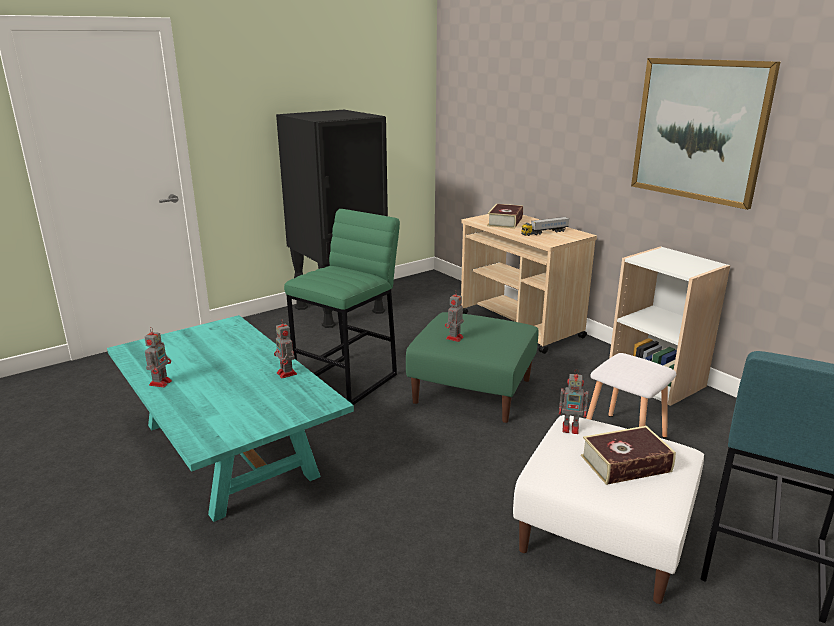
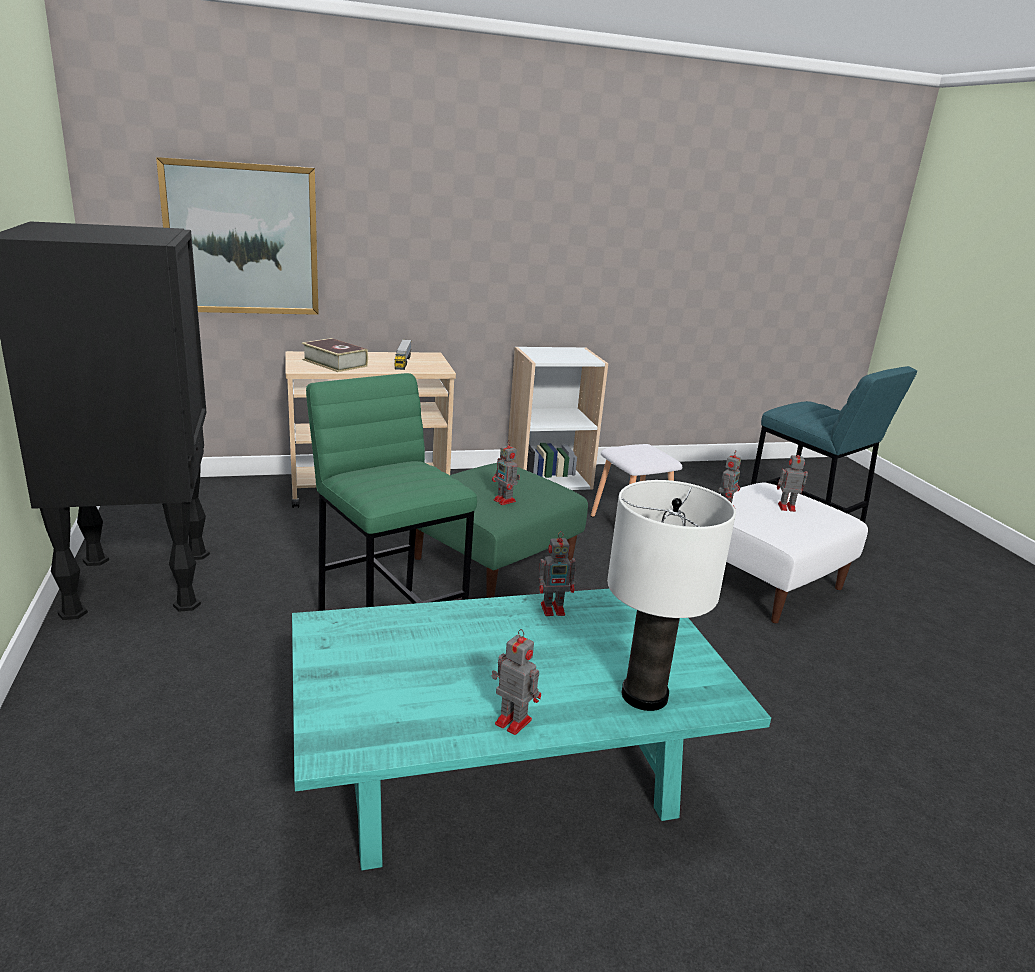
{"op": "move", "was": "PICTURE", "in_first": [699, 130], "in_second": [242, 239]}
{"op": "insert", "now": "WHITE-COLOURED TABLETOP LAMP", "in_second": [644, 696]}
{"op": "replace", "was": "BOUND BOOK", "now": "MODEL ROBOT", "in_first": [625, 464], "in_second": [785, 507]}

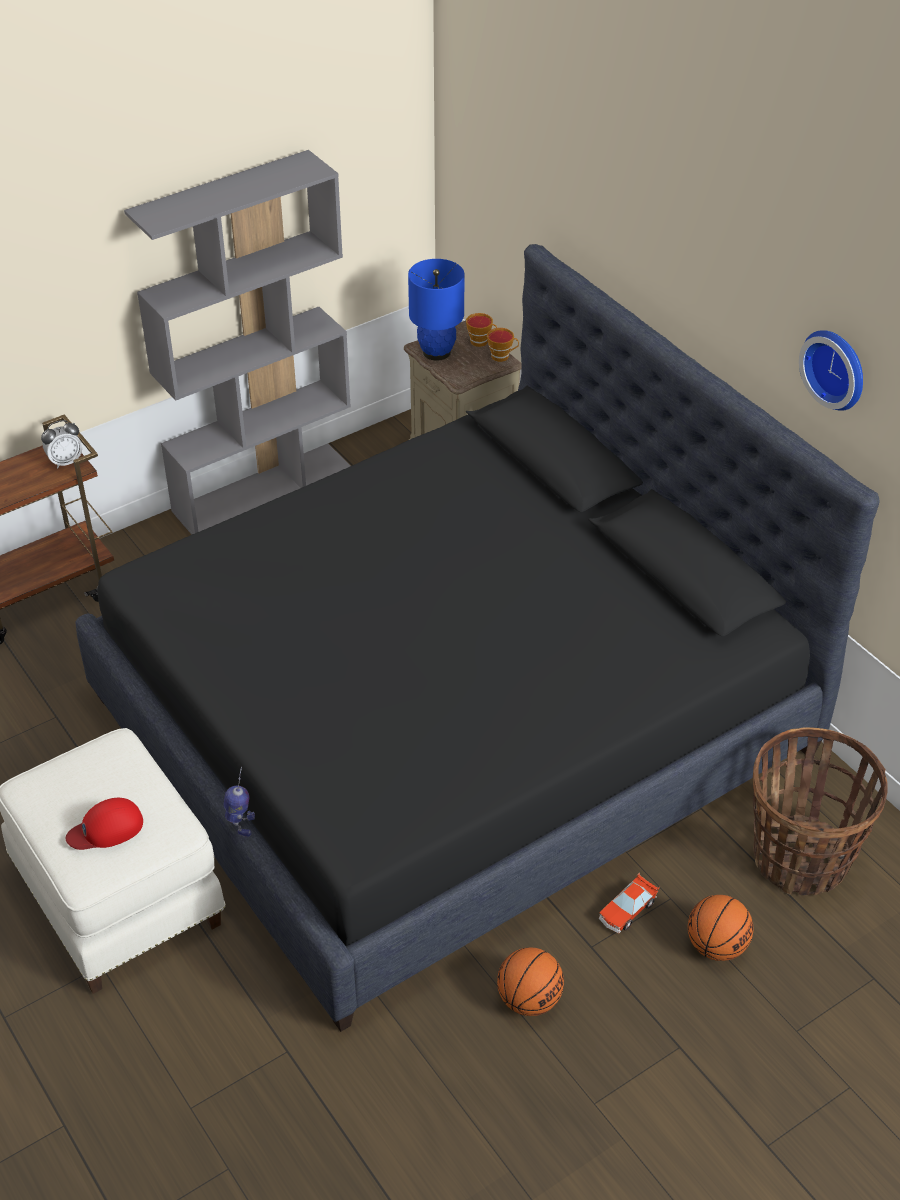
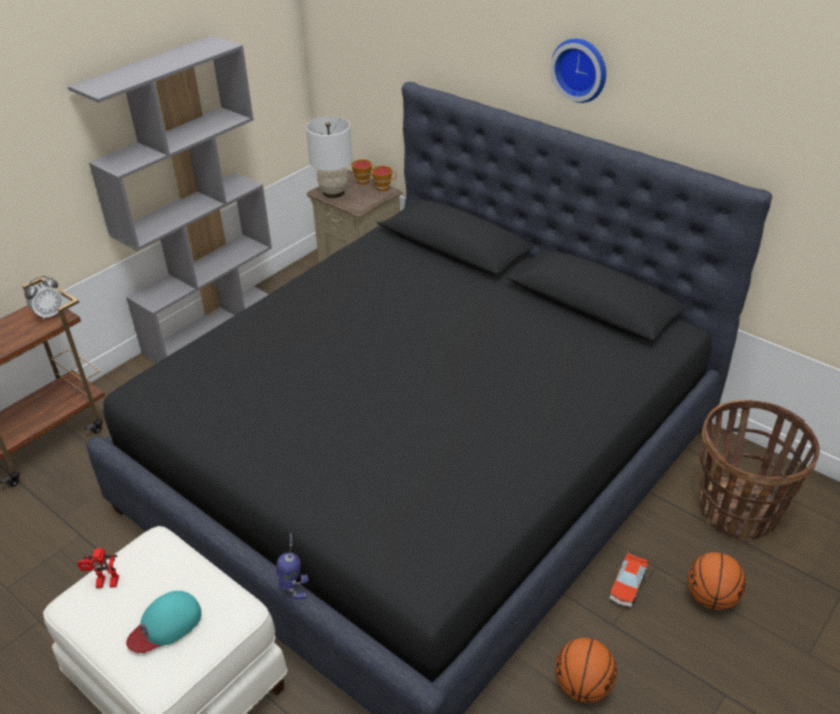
{"op": "insert", "now": "MODEL ROBOT", "in_second": [105, 584]}
{"op": "recolor", "was": "RED BASEBALL CAP", "now": "TURQUOISE-COLOURED BASEBALL CAP", "in_first": [106, 829], "in_second": [165, 625]}
{"op": "recolor", "was": "BLUE TABLETOP LAMP", "now": "WHITE-COLOURED TABLETOP LAMP", "in_first": [437, 352], "in_second": [334, 192]}
{"op": "move", "was": "CLOCK ON THE WALL", "in_first": [837, 367], "in_second": [581, 69]}

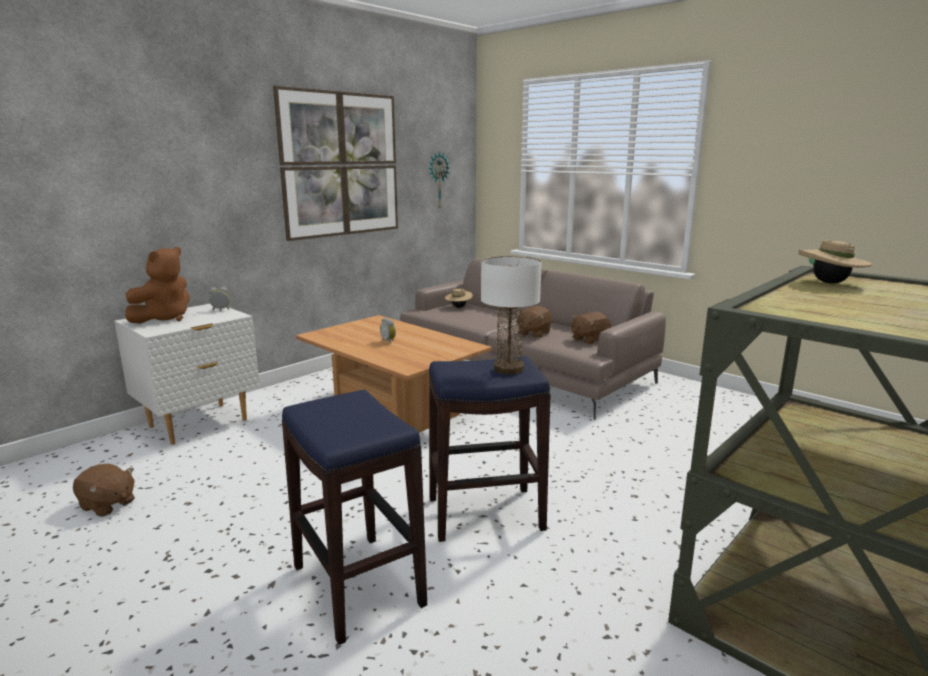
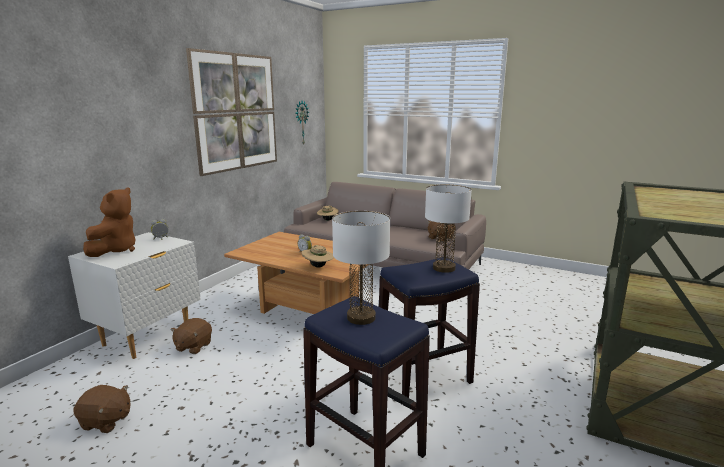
{"op": "move", "was": "BROWN CUDDLY TOY", "in_first": [533, 334], "in_second": [193, 346]}
{"op": "move", "was": "SAND-COLOURED CLOTHING HAT", "in_first": [830, 283], "in_second": [318, 267]}
{"op": "insert", "now": "TABLETOP LAMP", "in_second": [361, 317]}

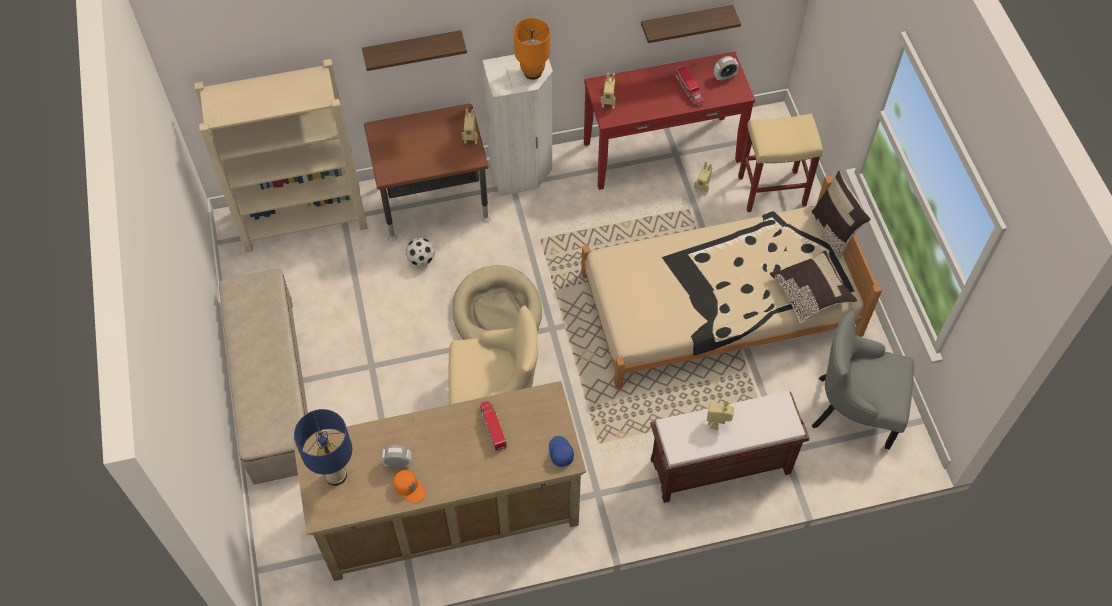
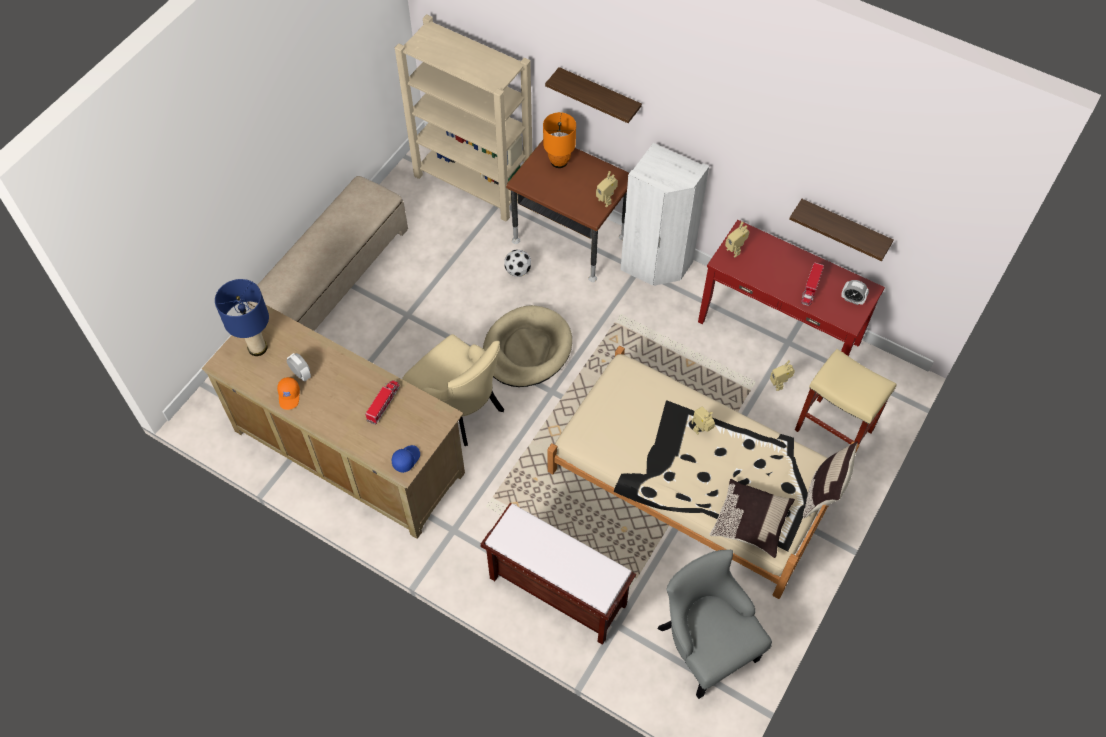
{"op": "move", "was": "ORANGE-COLOURED TABLETOP LAMP", "in_first": [532, 72], "in_second": [559, 161]}
{"op": "move", "was": "MODEL ROBOT", "in_first": [717, 423], "in_second": [701, 430]}

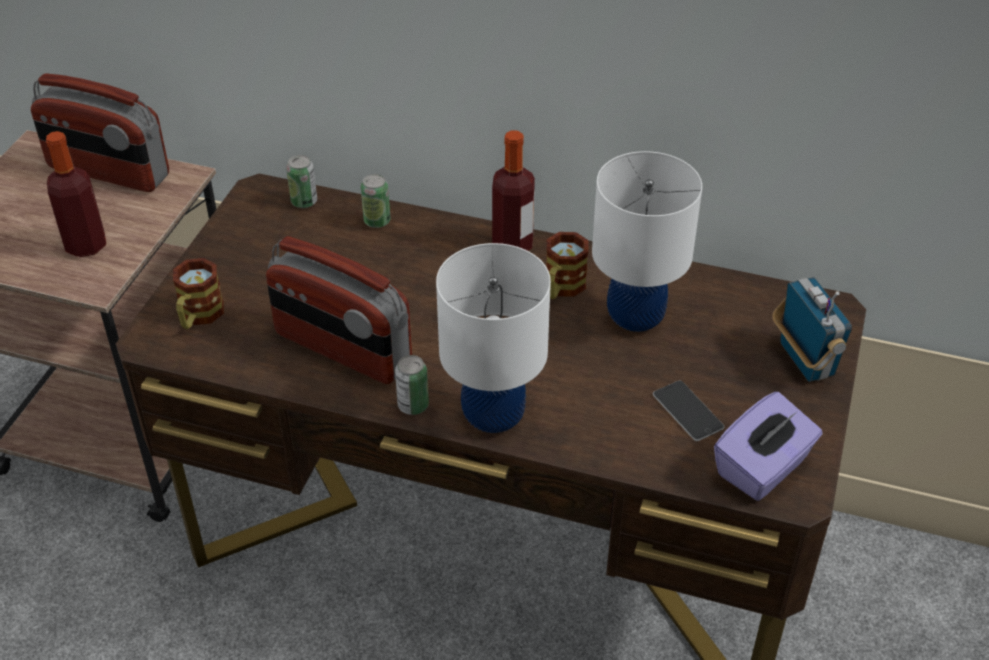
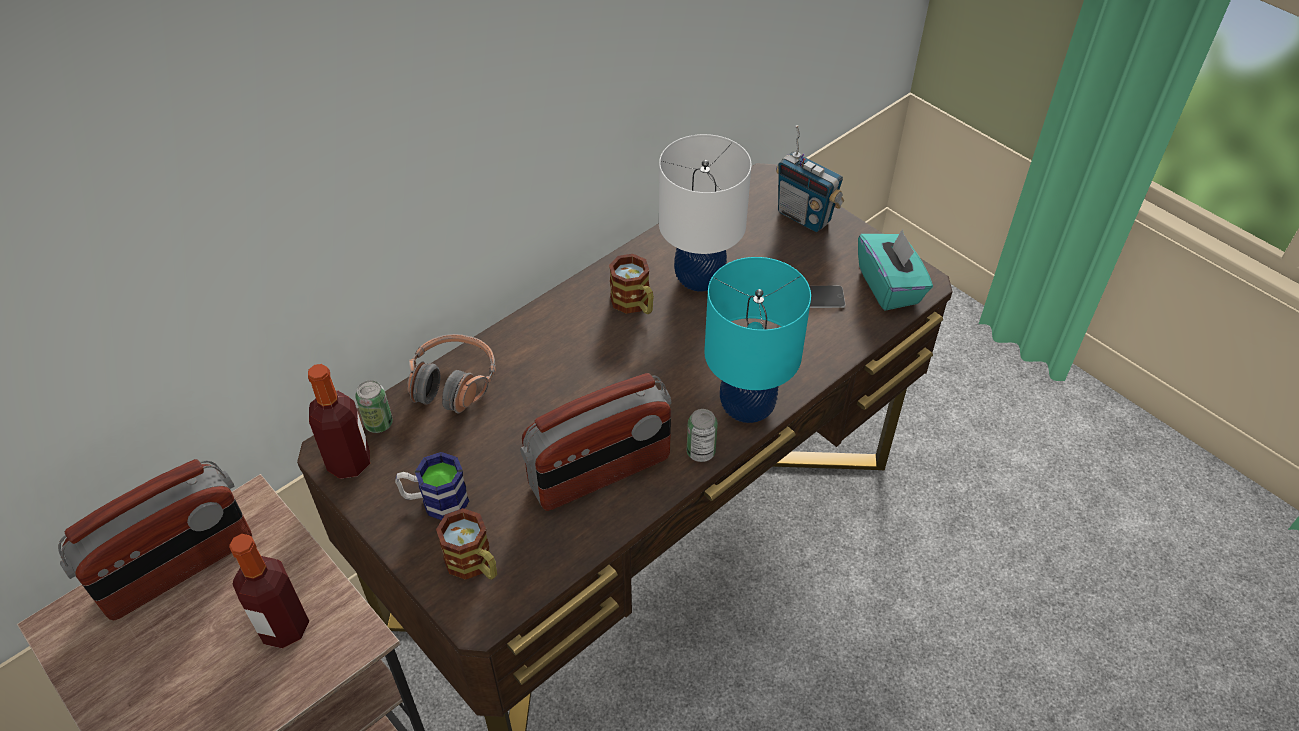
{"op": "move", "was": "DRINK BOTTLE", "in_first": [512, 244], "in_second": [349, 462]}
{"op": "insert", "now": "COFFEE MUG", "in_second": [435, 501]}
{"op": "replace", "was": "SEALED CAN", "now": "HEADSET", "in_first": [377, 221], "in_second": [453, 383]}
{"op": "recolor", "was": "WHITE-COLOURED TABLETOP LAMP", "now": "TURQUOISE-COLOURED TABLETOP LAMP", "in_first": [494, 419], "in_second": [750, 408]}
{"op": "rotate", "was": "RADIO SET", "in_first": [804, 360], "in_second": [804, 216], "clockwise": -150}
{"op": "recolor", "was": "PURPLE-COLOURED TISSUE HOLDER", "now": "TURQUOISE-COLOURED TISSUE HOLDER", "in_first": [763, 468], "in_second": [889, 286]}

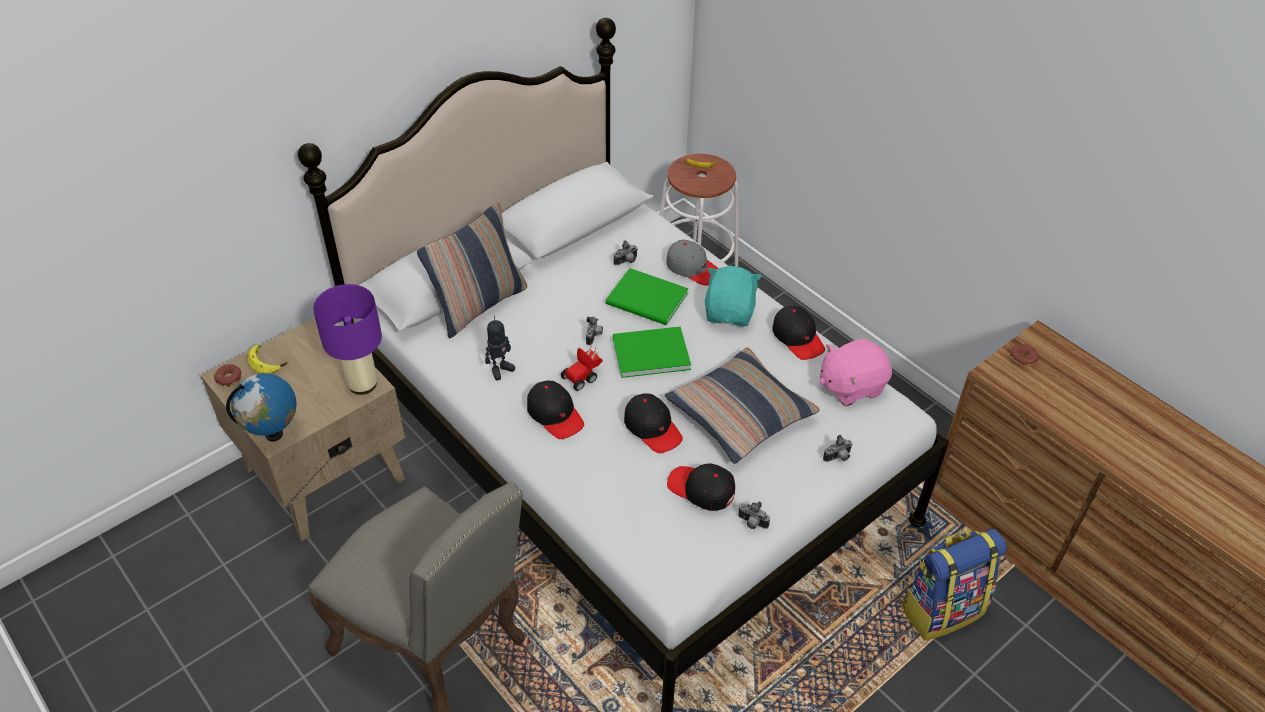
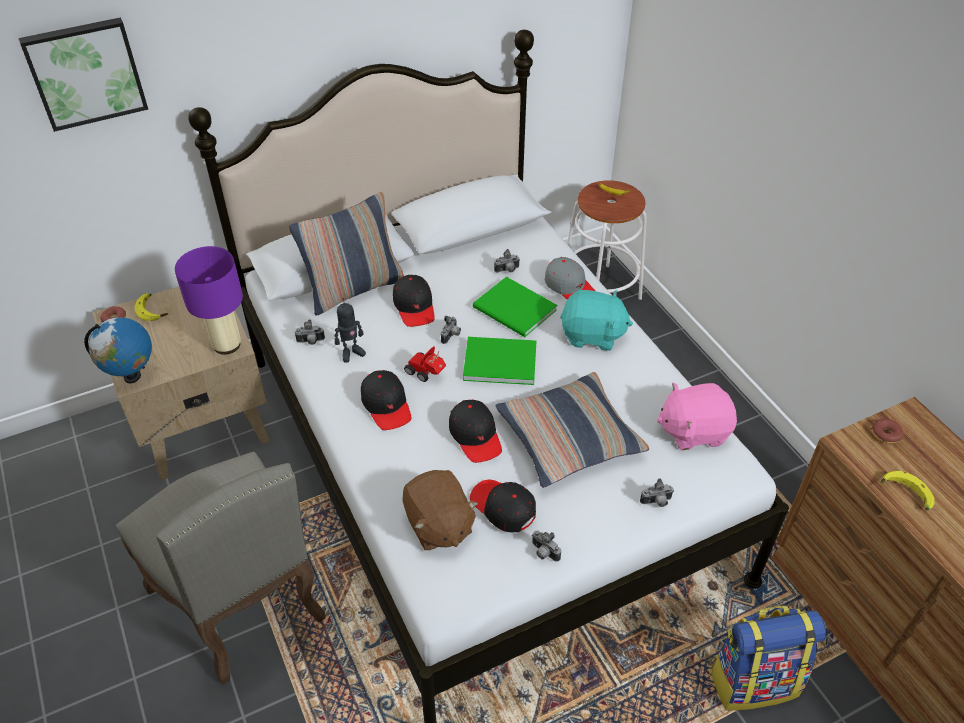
{"op": "insert", "now": "PICTURE", "in_second": [85, 72]}
{"op": "insert", "now": "STILL CAMERA", "in_second": [310, 342]}
{"op": "move", "was": "BLACK BASEBALL CAP", "in_first": [798, 338], "in_second": [414, 306]}
{"op": "insert", "now": "BROWN CUDDLY TOY", "in_second": [438, 525]}
{"op": "rotate", "was": "MODEL CAR", "in_first": [583, 376], "in_second": [427, 373], "clockwise": 60}
{"op": "rotate", "was": "TURQUOISE-COLOURED CUDDLY TOY", "in_first": [730, 312], "in_second": [592, 335], "clockwise": 75}
{"op": "insert", "now": "WHOLE BANANA", "in_second": [904, 495]}

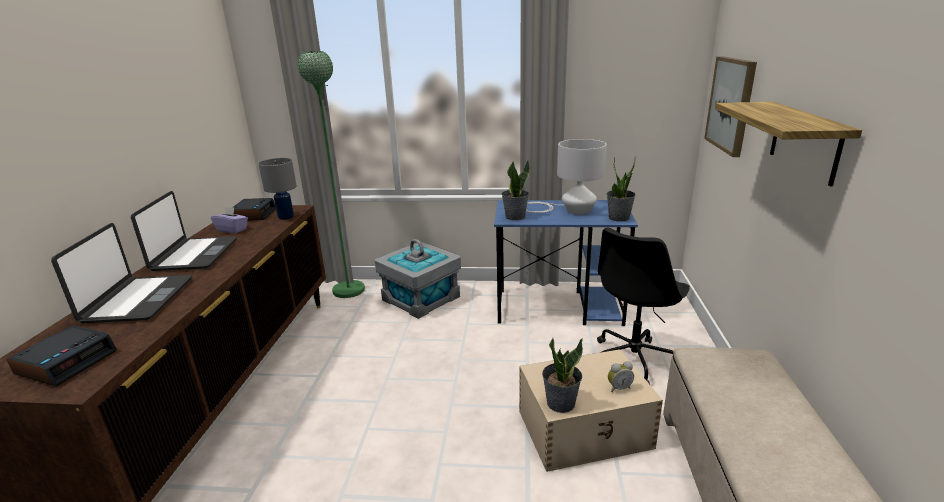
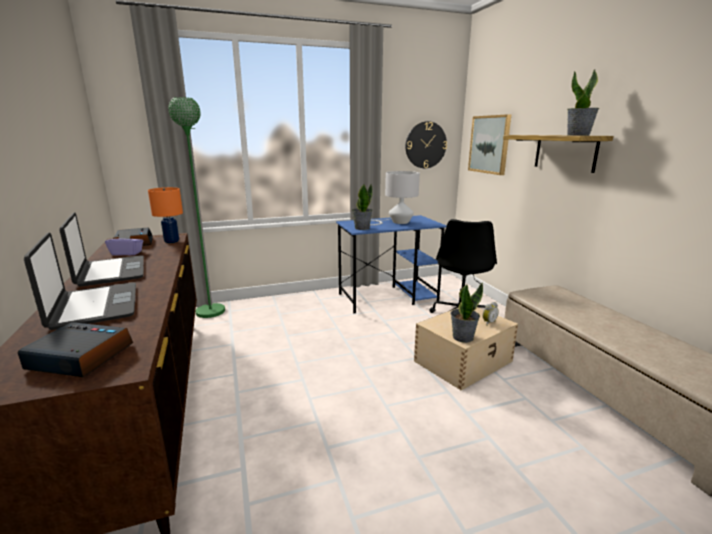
{"op": "rotate", "was": "BEDSIDE CLOCK", "in_first": [67, 362], "in_second": [79, 357], "clockwise": -75}
{"op": "recolor", "was": "GREYISH TABLETOP LAMP", "now": "ORANGE-COLOURED TABLETOP LAMP", "in_first": [286, 217], "in_second": [171, 241]}
{"op": "insert", "now": "CLOCK ON THE WALL", "in_second": [425, 145]}
{"op": "move", "was": "POTTED PLANT", "in_first": [619, 218], "in_second": [578, 135]}
{"op": "delete", "was": "GREYISH STORAGE BIN", "in_first": [420, 298]}

